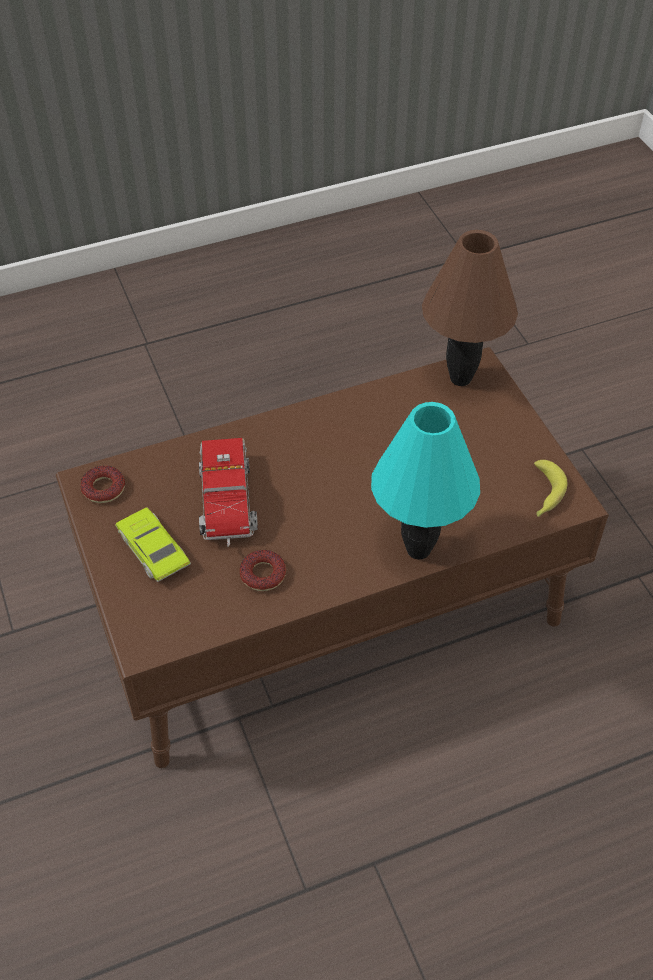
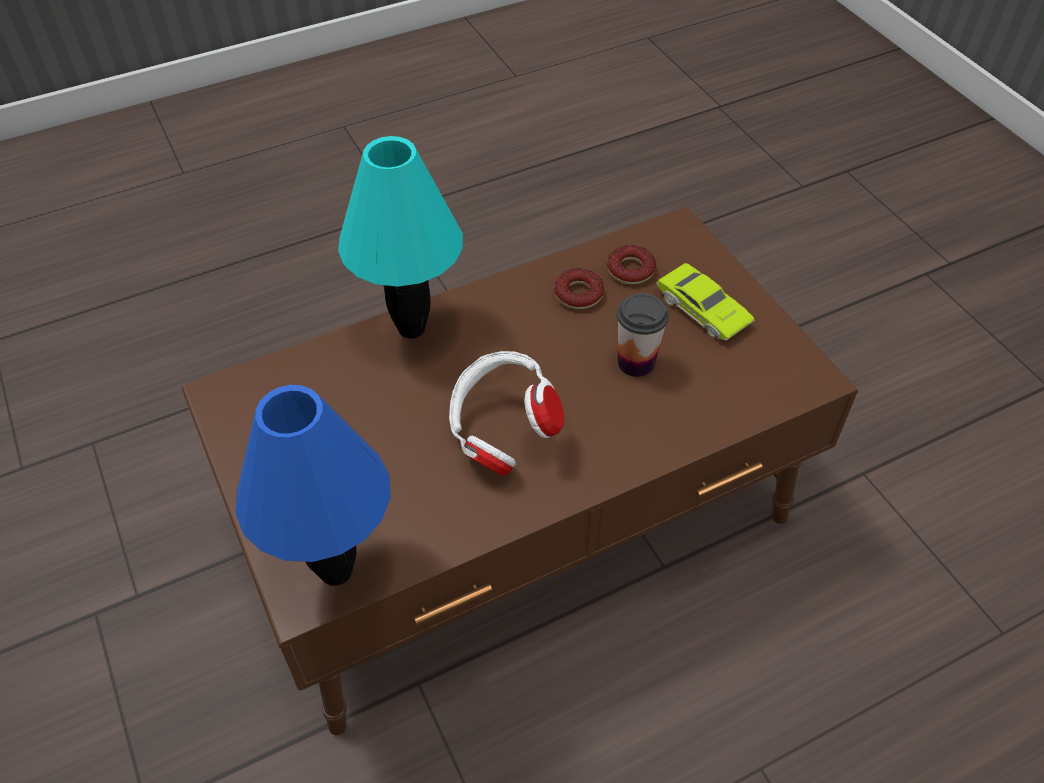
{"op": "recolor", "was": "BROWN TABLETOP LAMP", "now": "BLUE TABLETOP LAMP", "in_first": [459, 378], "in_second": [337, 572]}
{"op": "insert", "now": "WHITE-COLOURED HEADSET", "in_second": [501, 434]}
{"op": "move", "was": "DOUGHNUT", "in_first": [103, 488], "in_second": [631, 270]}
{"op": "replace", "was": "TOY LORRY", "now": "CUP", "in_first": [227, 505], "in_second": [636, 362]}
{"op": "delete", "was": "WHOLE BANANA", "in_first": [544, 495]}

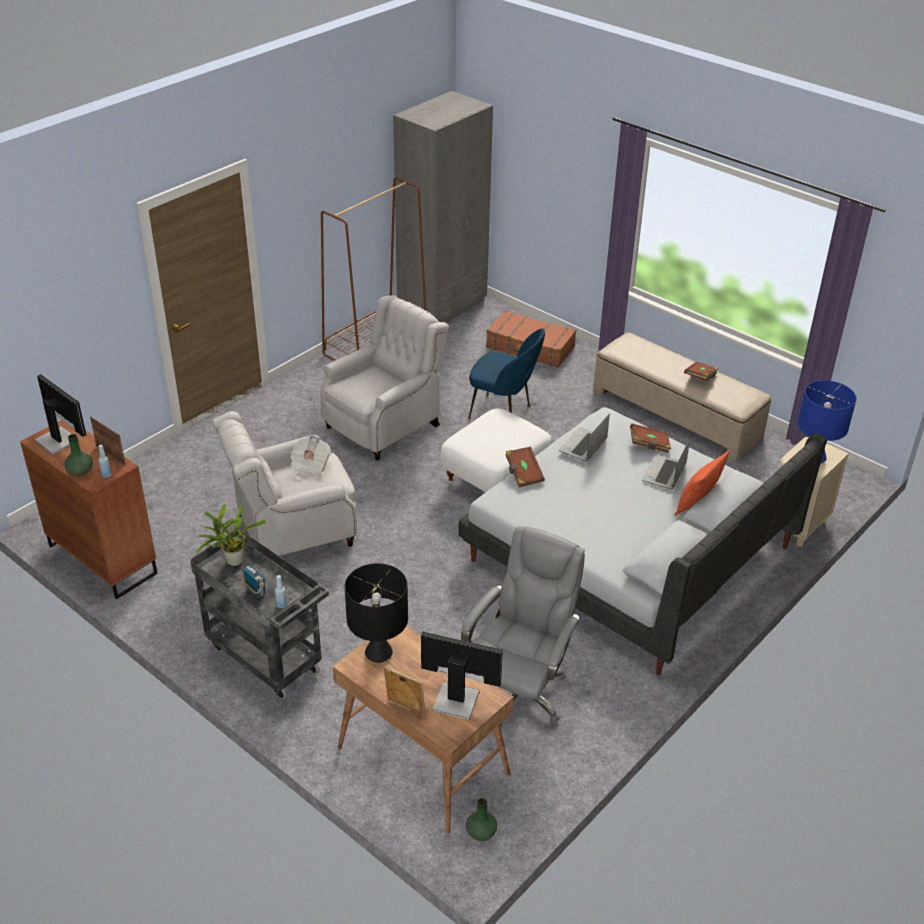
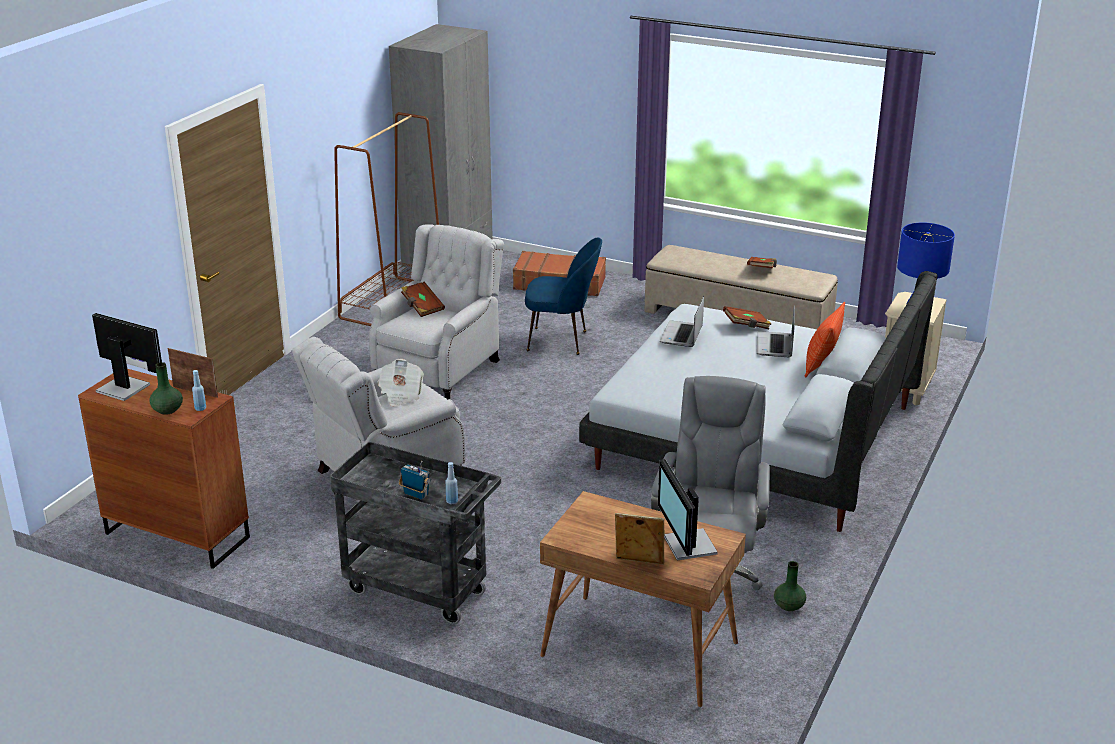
{"op": "move", "was": "BROWN BOUND BOOK", "in_first": [523, 474], "in_second": [422, 307]}
{"op": "rotate", "was": "COMPUTER SCREEN", "in_first": [456, 699], "in_second": [688, 546], "clockwise": -105}
{"op": "move", "was": "GREENISH VASE", "in_first": [480, 832], "in_second": [788, 606]}
{"op": "delete", "was": "POTTED PLANT", "in_first": [232, 562]}
{"op": "delete", "was": "BLACK TABLETOP LAMP", "in_first": [379, 654]}
{"op": "delete", "was": "WHITE-COLOURED FOOTREST", "in_first": [495, 479]}

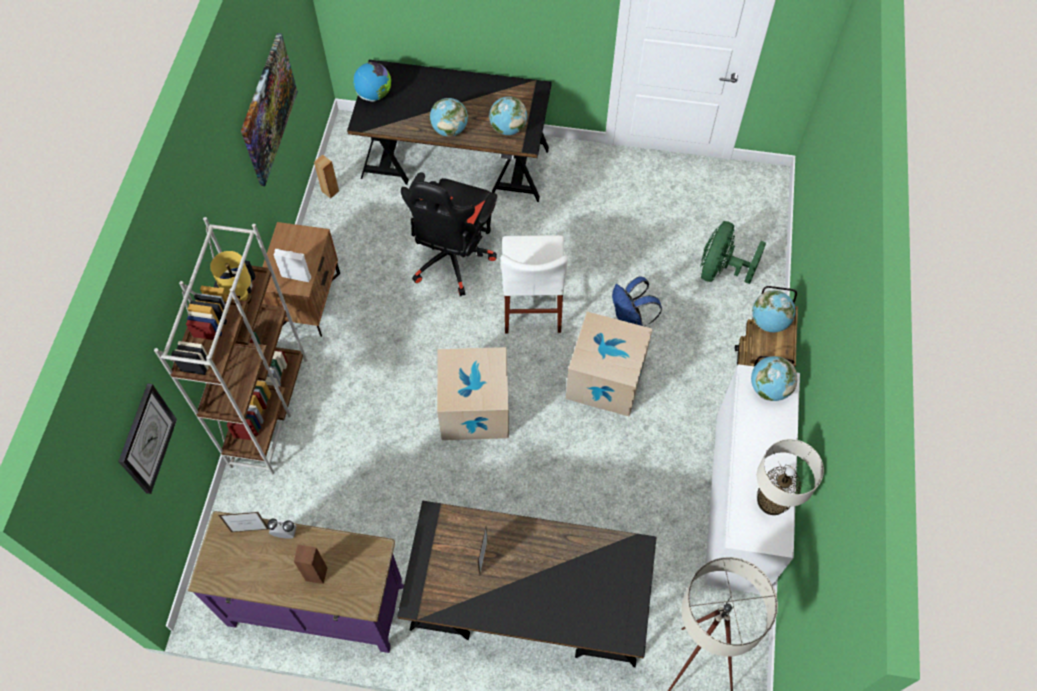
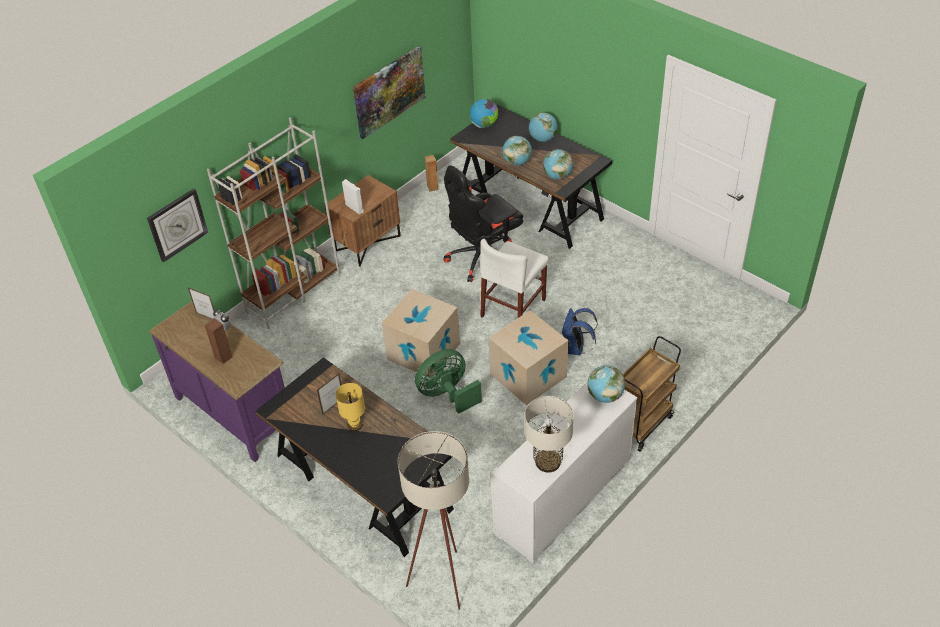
{"op": "move", "was": "YELLOW-COLOURED TABLETOP LAMP", "in_first": [242, 298], "in_second": [354, 425]}
{"op": "move", "was": "GREENISH ELECTRIC FAN", "in_first": [720, 269], "in_second": [447, 394]}
{"op": "move", "was": "WORLD GLOBE", "in_first": [769, 322], "in_second": [542, 139]}

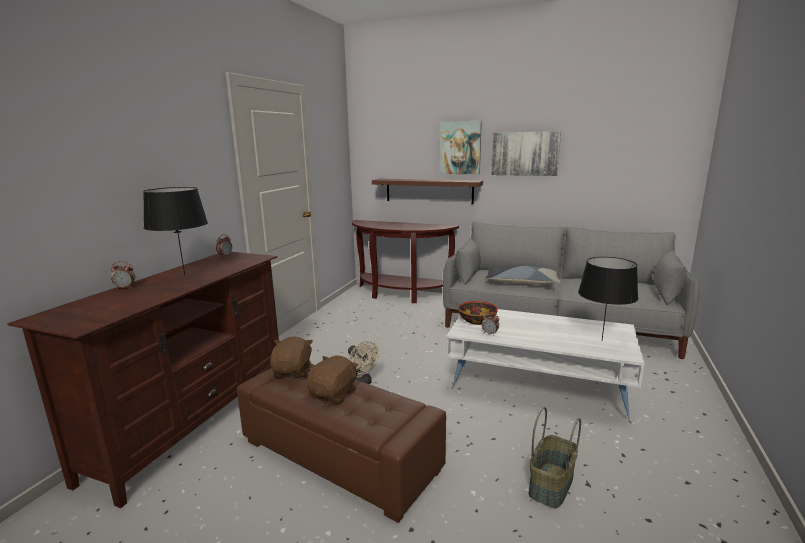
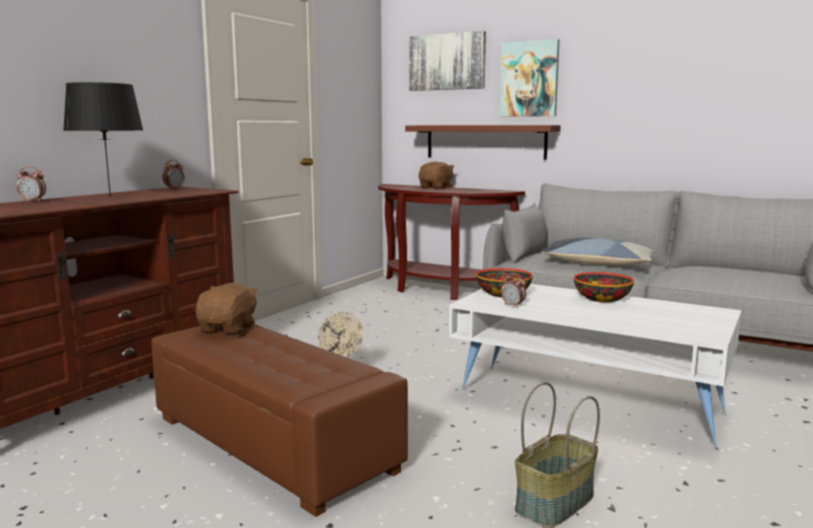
{"op": "move", "was": "PICTURE", "in_first": [525, 153], "in_second": [447, 62]}
{"op": "move", "was": "BROWN CUDDLY TOY", "in_first": [334, 394], "in_second": [436, 188]}
{"op": "insert", "now": "DEEP DISH", "in_second": [602, 299]}
{"op": "delete", "was": "BLACK TABLETOP LAMP", "in_first": [601, 340]}

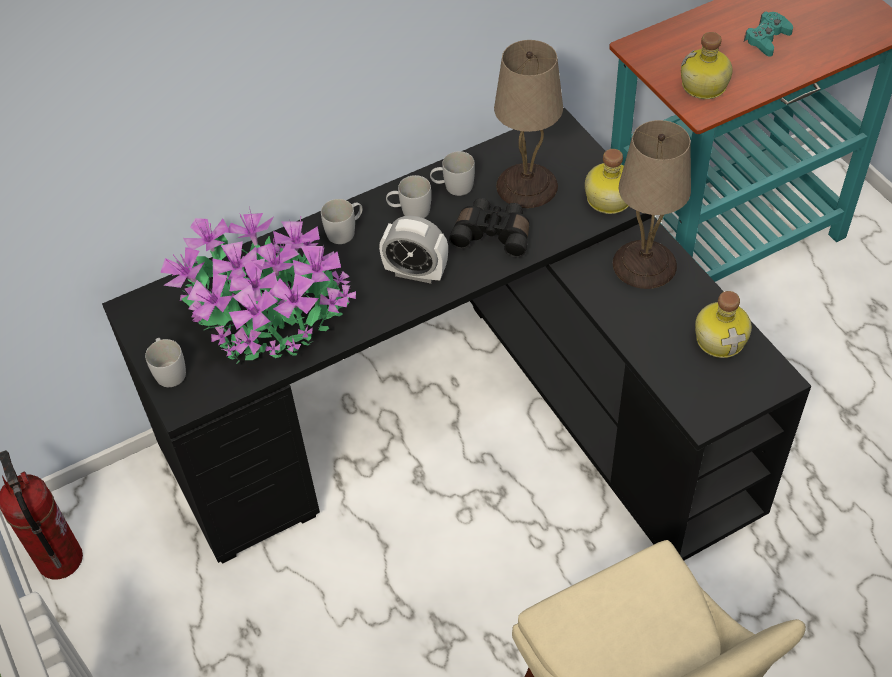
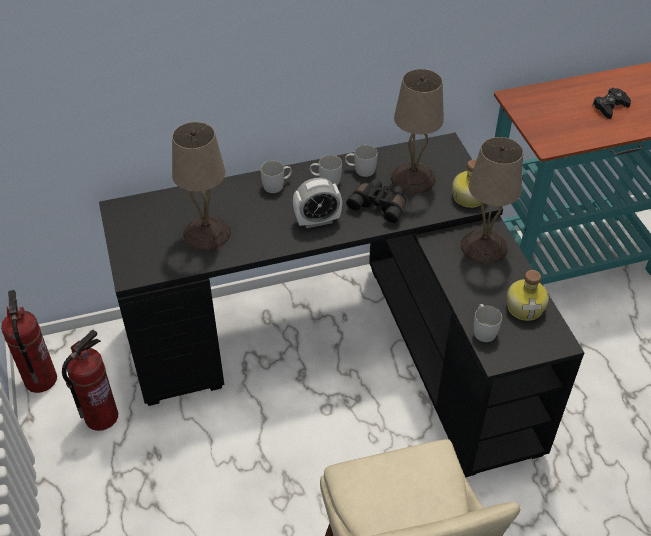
{"op": "insert", "now": "EXTINGUISHER", "in_second": [101, 416]}
{"op": "replace", "was": "POTTED PLANT", "now": "SAND-COLOURED TABLETOP LAMP", "in_first": [270, 320], "in_second": [207, 233]}
{"op": "rotate", "was": "BEDSIDE CLOCK", "in_first": [416, 272], "in_second": [317, 221], "clockwise": -45}
{"op": "move", "was": "WHITE-COLOURED COFFEE MUG", "in_first": [169, 370], "in_second": [483, 329]}
{"op": "recolor", "was": "TURQUOISE-COLOURED GAMEPAD", "now": "BLACK GAMEPAD", "in_first": [767, 39], "in_second": [610, 107]}
{"op": "delete", "was": "DRINK BOTTLE", "in_first": [704, 87]}

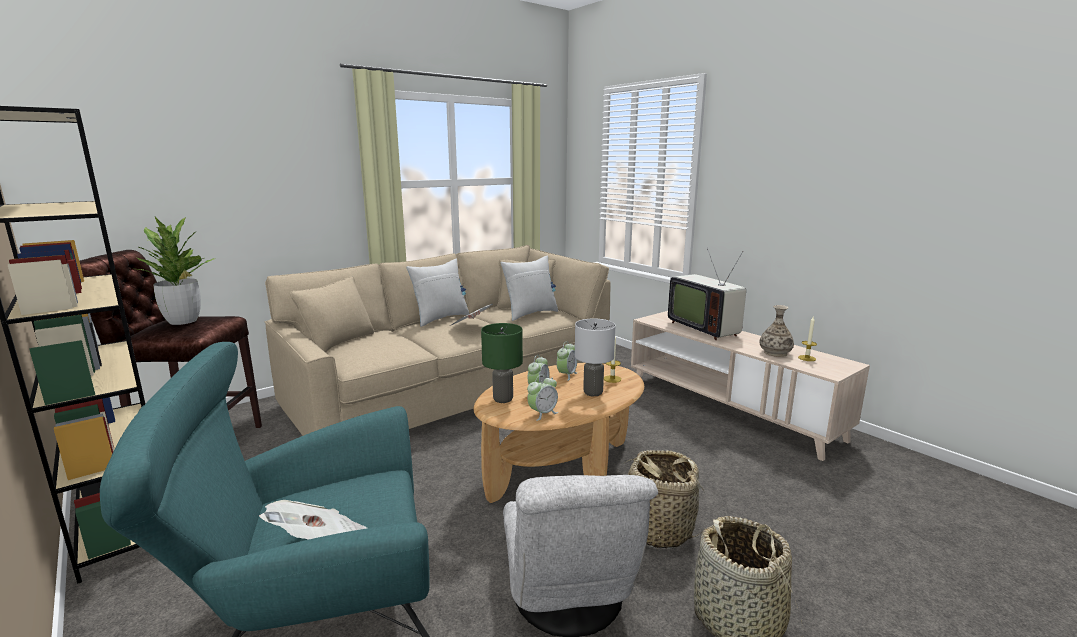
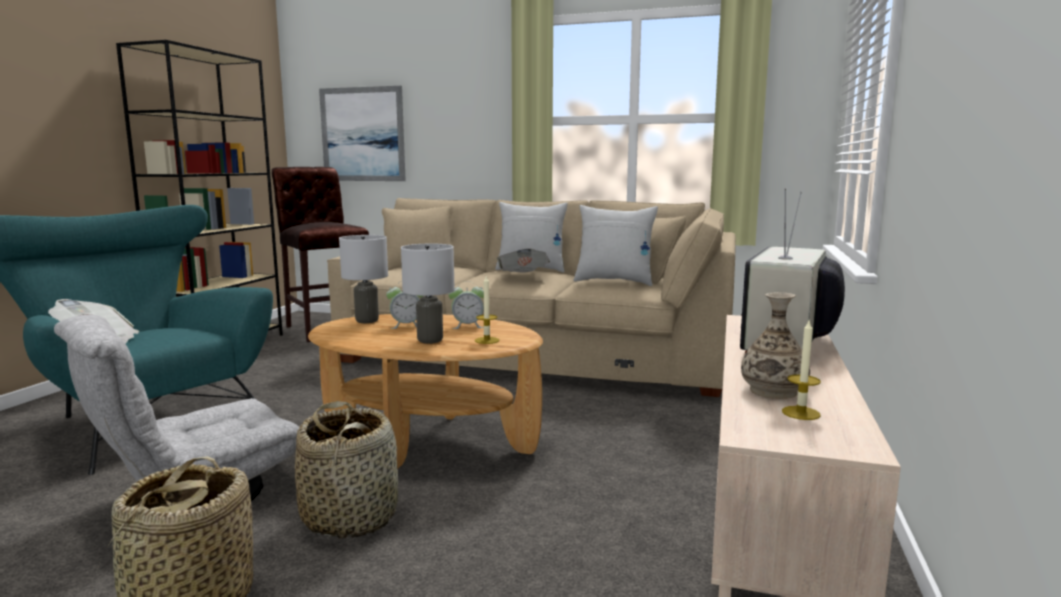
{"op": "insert", "now": "PICTURE", "in_second": [362, 134]}
{"op": "recolor", "was": "GREENISH TABLETOP LAMP", "now": "WHITE-COLOURED TABLETOP LAMP", "in_first": [504, 399], "in_second": [368, 321]}
{"op": "delete", "was": "POTTED PLANT", "in_first": [183, 321]}
{"op": "delete", "was": "BEDSIDE CLOCK", "in_first": [542, 413]}

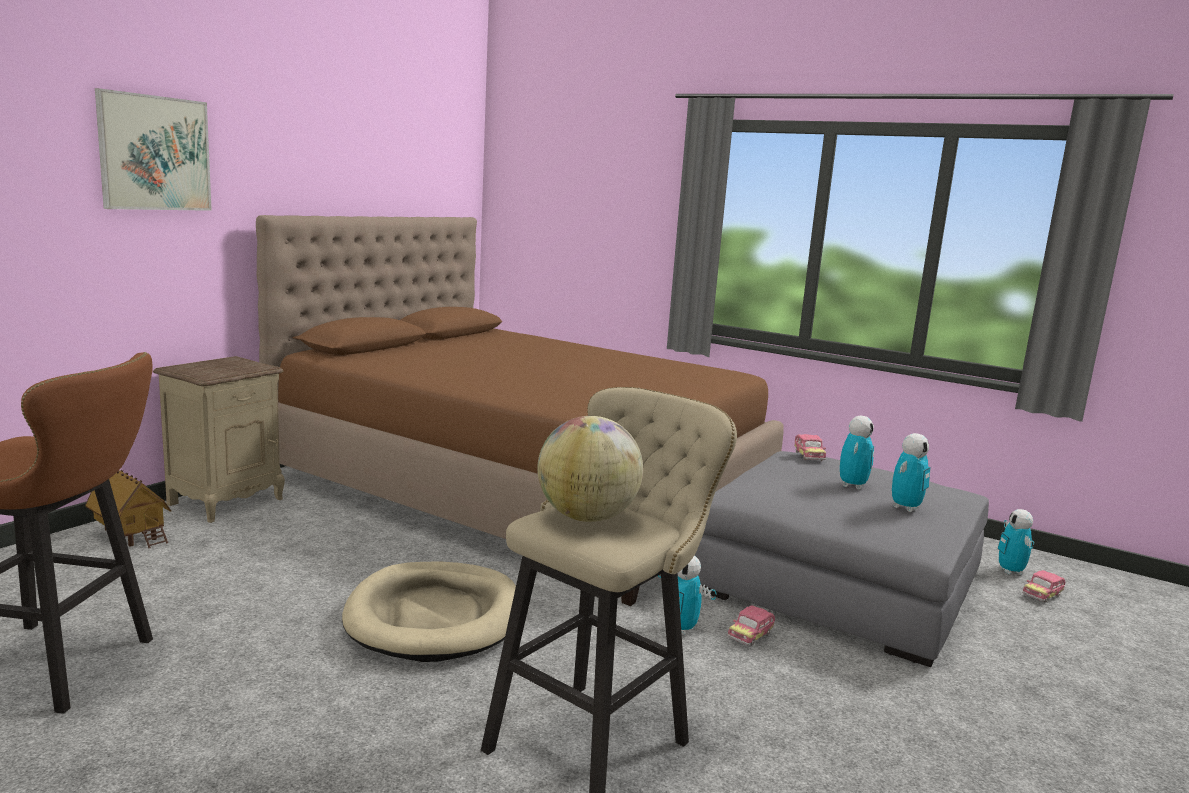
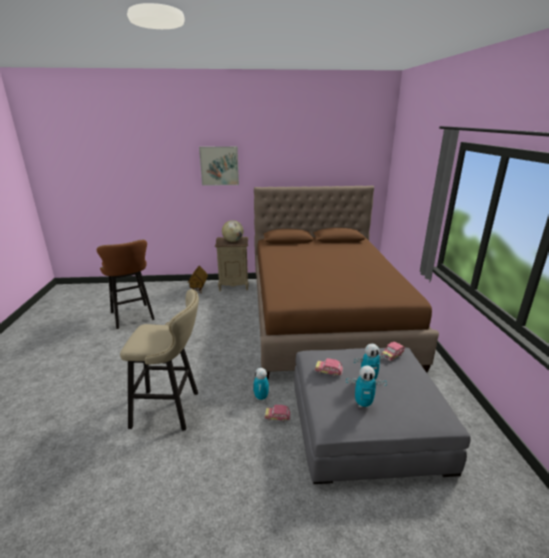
{"op": "move", "was": "WORLD GLOBE", "in_first": [587, 517], "in_second": [233, 241]}
{"op": "move", "was": "MODEL CAR", "in_first": [1042, 595], "in_second": [328, 371]}
{"op": "delete", "was": "SAND-COLOURED DOG CUSHION", "in_first": [435, 617]}
{"op": "delete", "was": "MODEL ROBOT", "in_first": [1010, 571]}

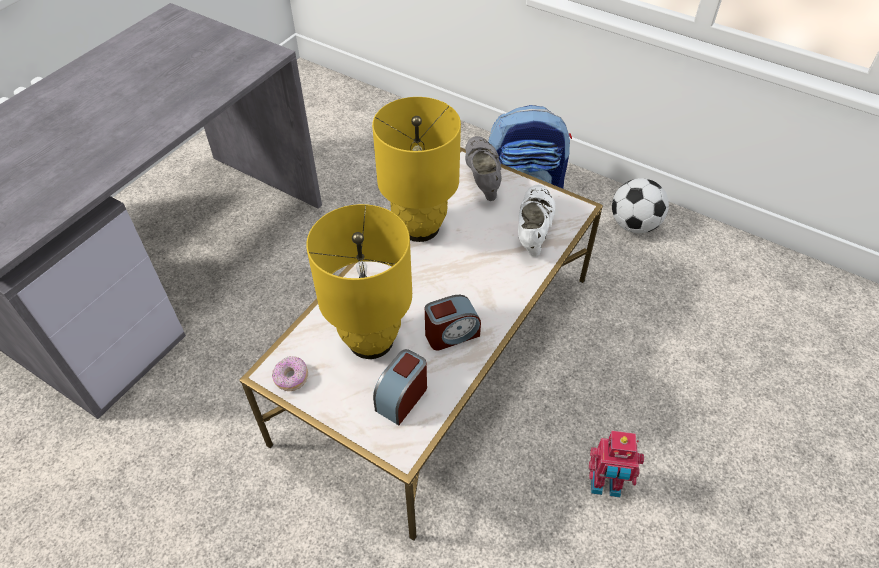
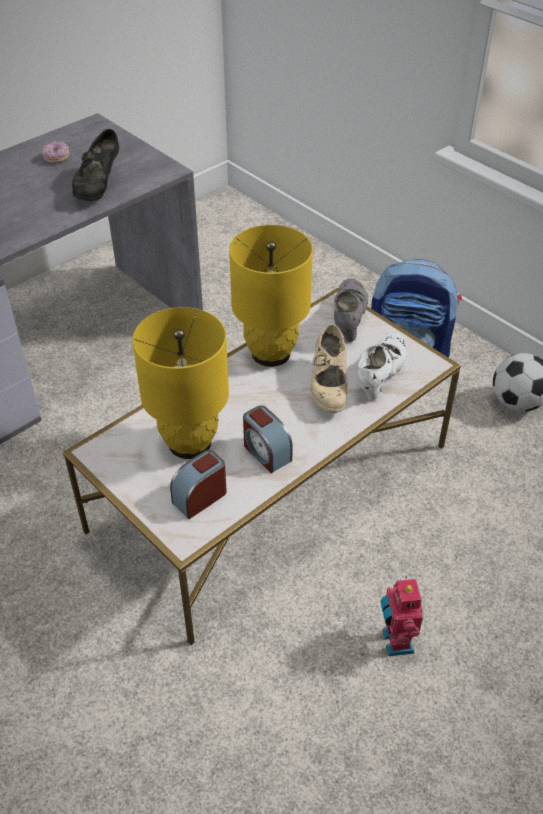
{"op": "move", "was": "DOUGHNUT", "in_first": [291, 378], "in_second": [56, 158]}
{"op": "insert", "now": "BLACK ITEM OF FOOTWEAR", "in_second": [98, 187]}
{"op": "rotate", "was": "BEDSIDE CLOCK", "in_first": [451, 334], "in_second": [266, 452], "clockwise": 60}
{"op": "insert", "now": "SAND-COLOURED ITEM OF FOOTWEAR", "in_second": [328, 387]}
{"op": "rotate", "was": "MODEL ROBOT", "in_first": [605, 485], "in_second": [395, 641], "clockwise": 60}

